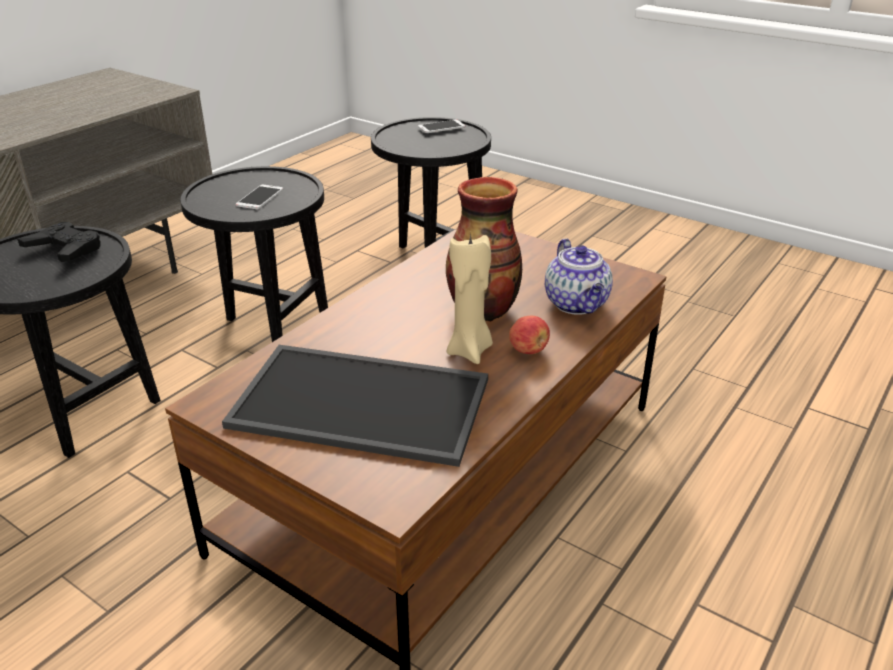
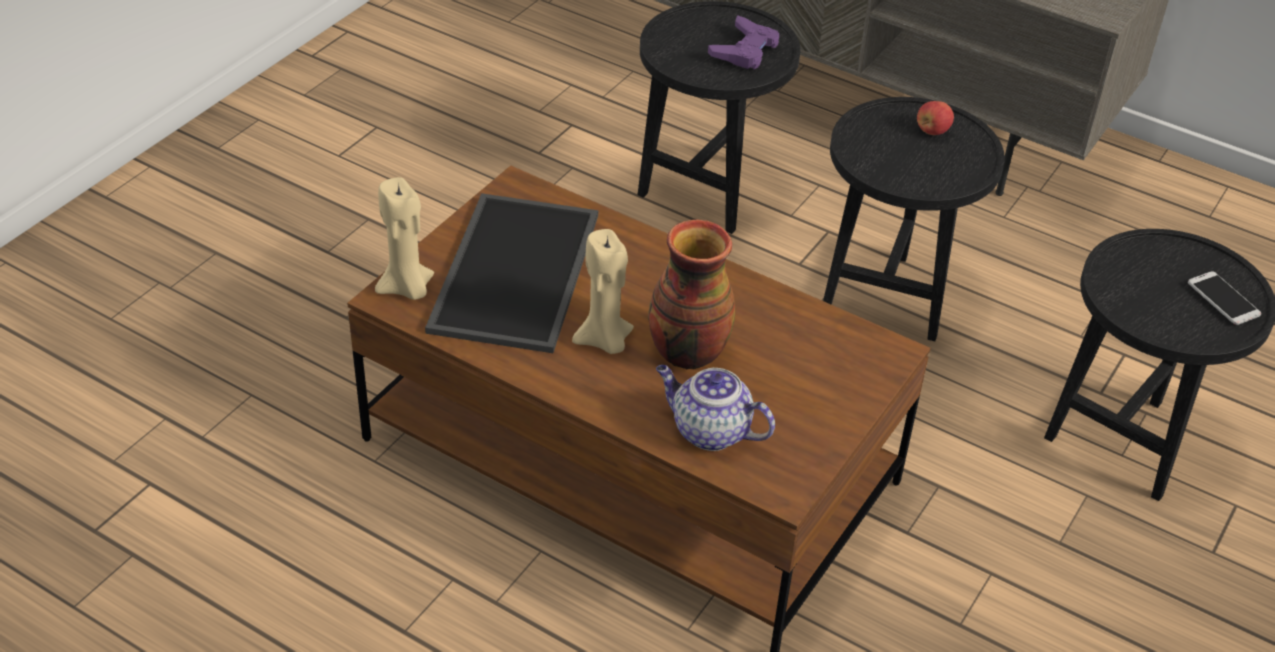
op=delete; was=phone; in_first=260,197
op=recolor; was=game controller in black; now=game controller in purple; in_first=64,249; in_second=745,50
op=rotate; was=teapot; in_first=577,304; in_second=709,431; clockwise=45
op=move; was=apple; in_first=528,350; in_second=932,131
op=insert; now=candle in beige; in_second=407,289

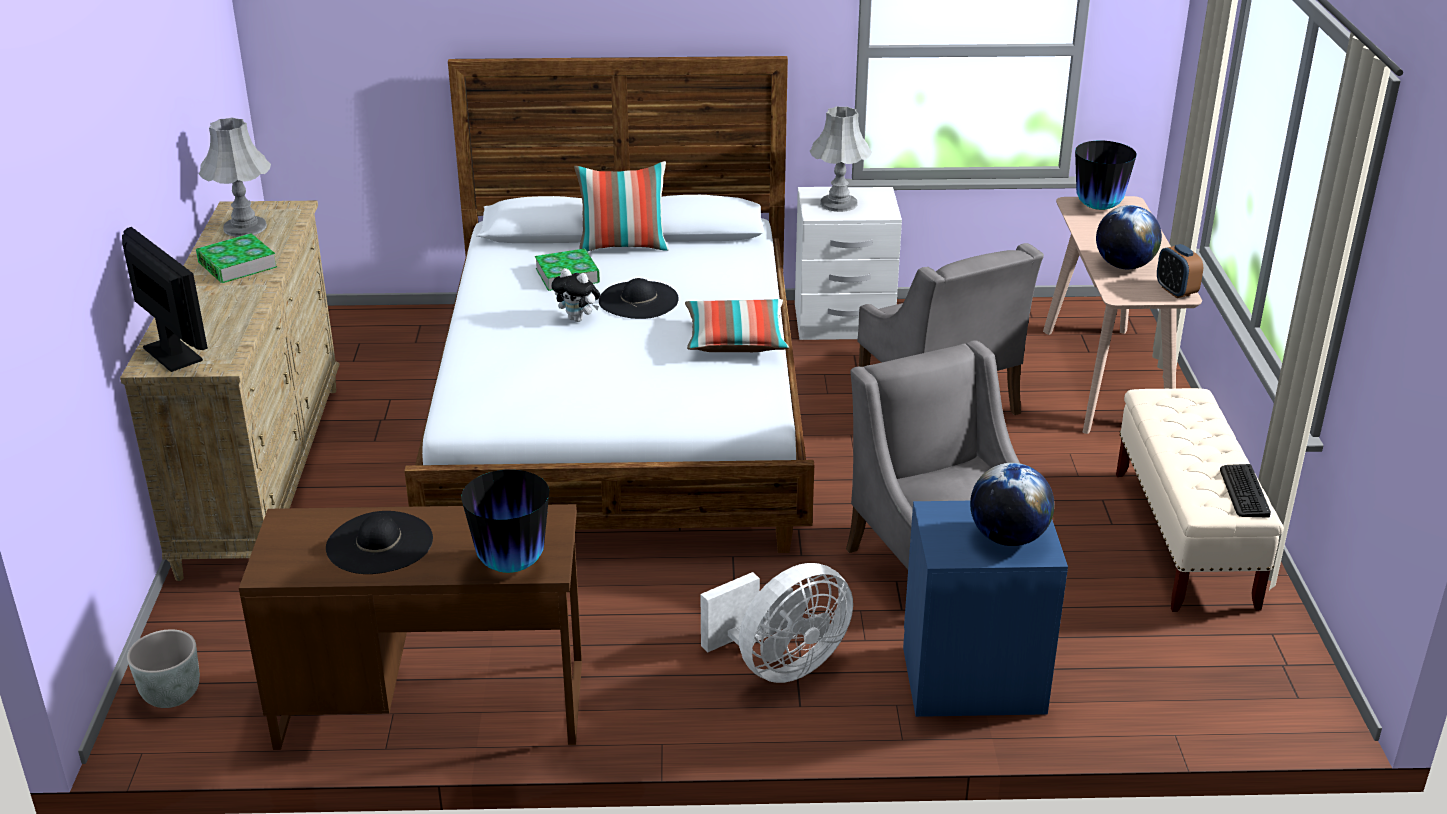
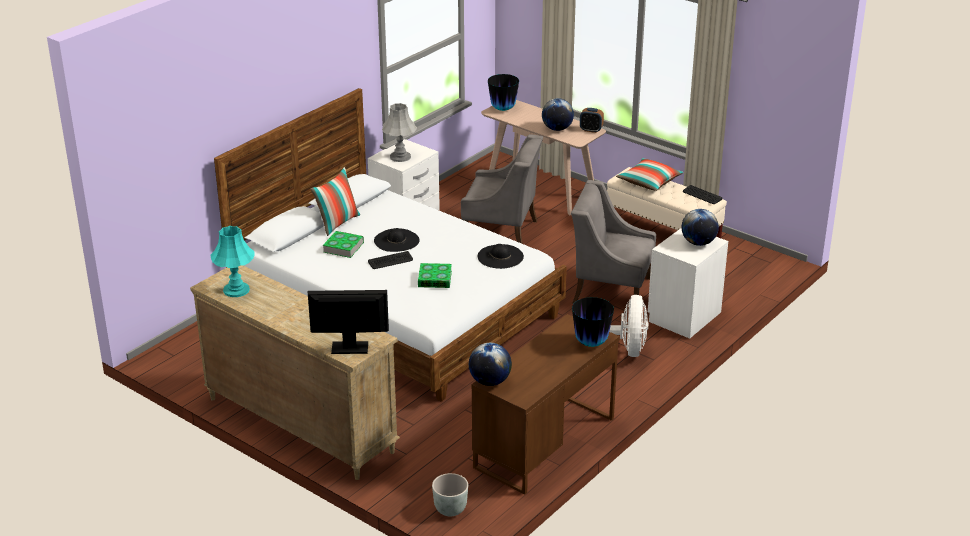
op=recolor; was=table lamp in grey; now=table lamp in turquoise; in_first=244,227; in_second=236,290
op=move; was=book; in_first=237,265; in_second=435,279
op=replace; was=plush toy; now=keyboard; in_first=578,319; in_second=390,261
op=move; was=pillow; in_first=736,340; in_second=649,182
op=recolor; was=nightstand in blue; now=nightstand in white; in_first=972,678; in_second=683,316
op=move; was=hat in black; in_first=379,543; in_second=500,256
op=insert; now=globe; in_second=490,381

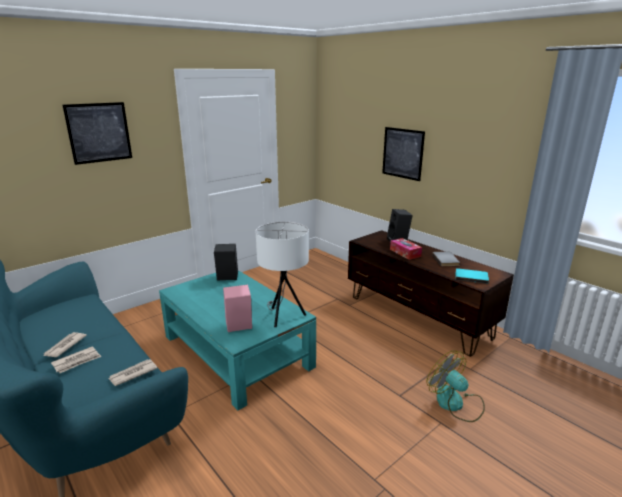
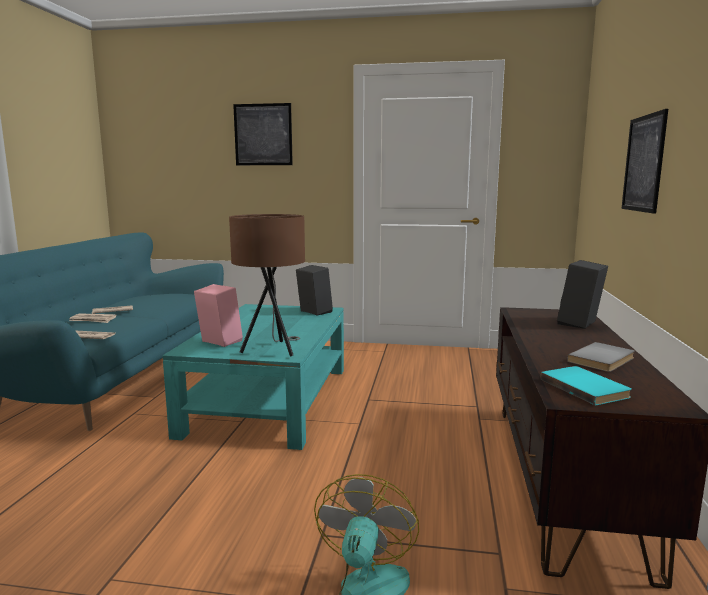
op=recolor; was=table lamp in white; now=table lamp in brown; in_first=283,316; in_second=273,350
op=delete; was=tissue box; in_first=405,253

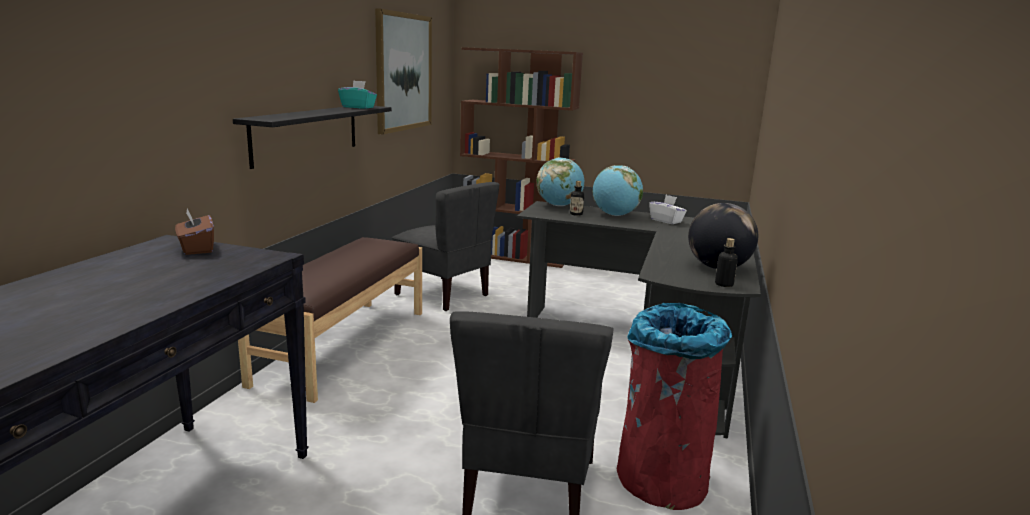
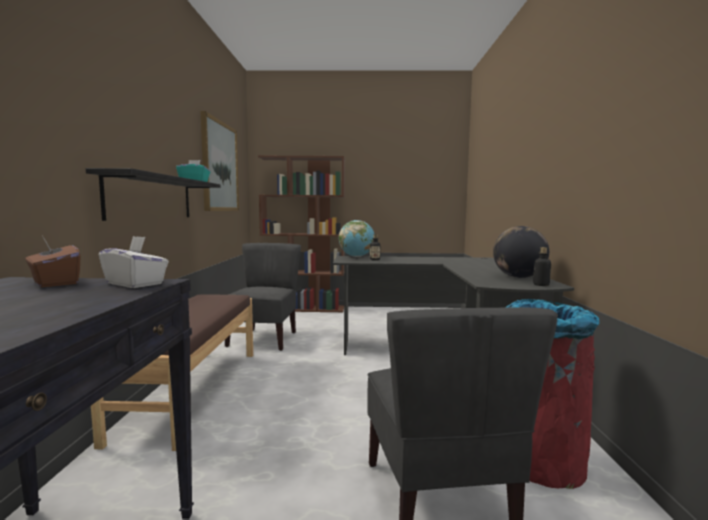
op=delete; was=globe; in_first=615,215
op=rotate; was=chair in grey; in_first=443,295; in_second=264,339; clockwise=-105
op=move; was=tissue box in white; in_first=666,221; in_second=135,283

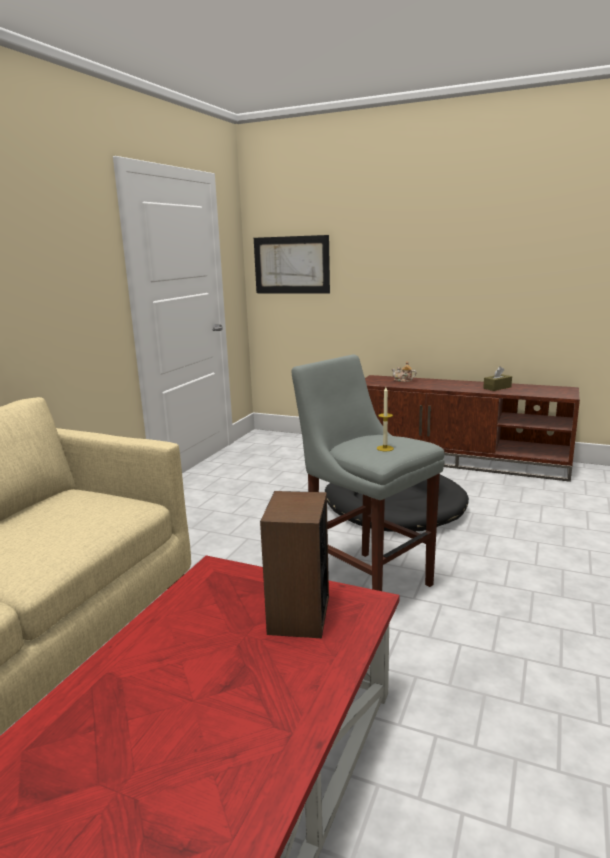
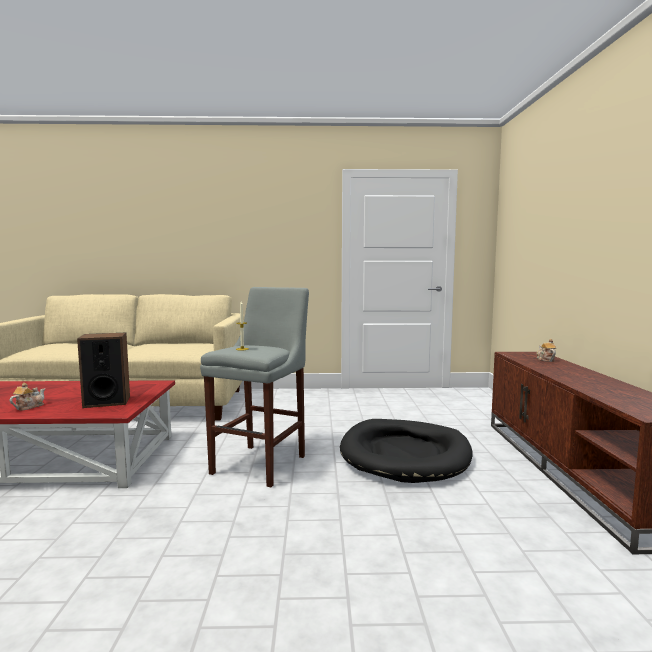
op=delete; was=picture; in_first=291,265
op=delete; was=tissue box in brown; in_first=497,388
op=insert; now=teapot; in_second=28,407

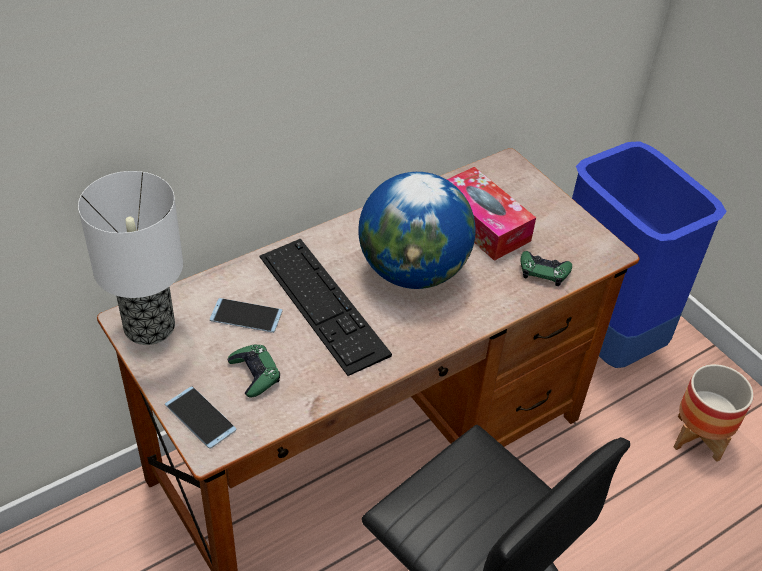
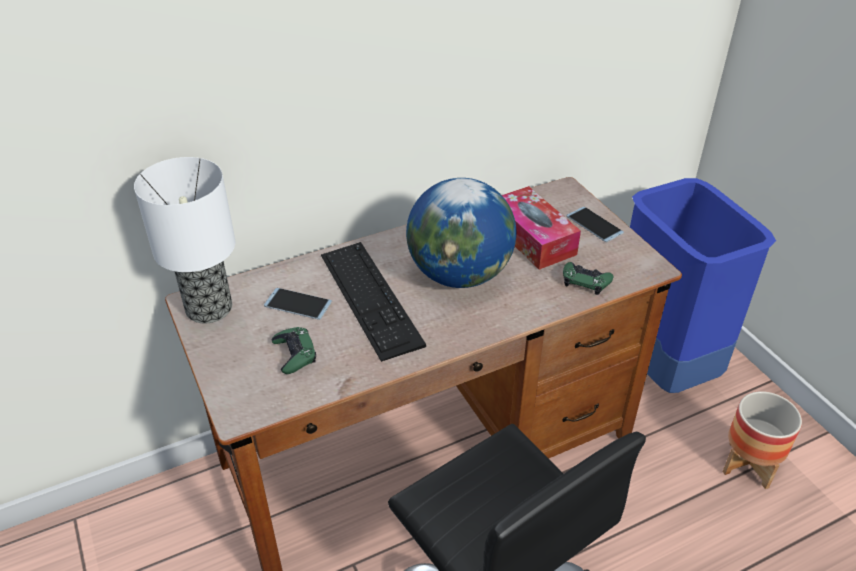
op=move; was=phone; in_first=200,417; in_second=594,225

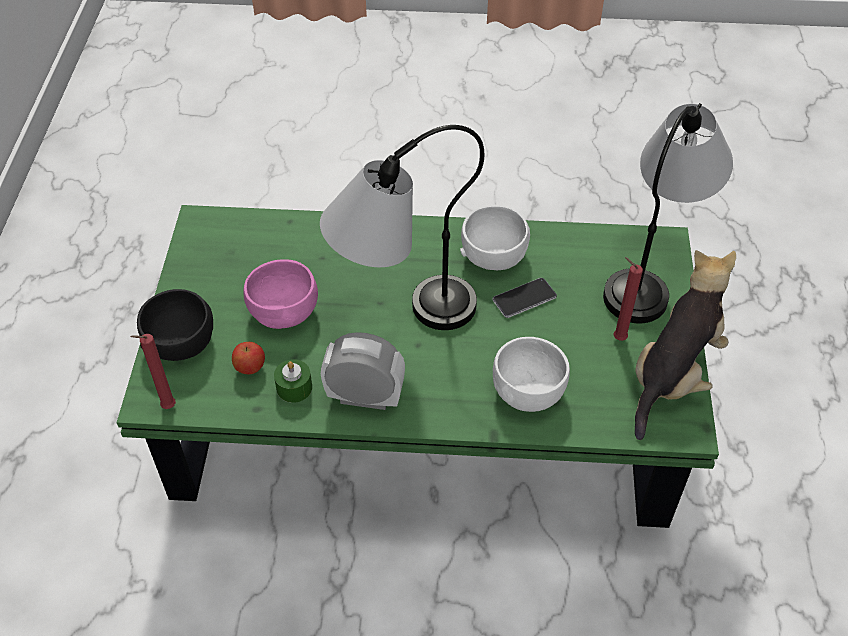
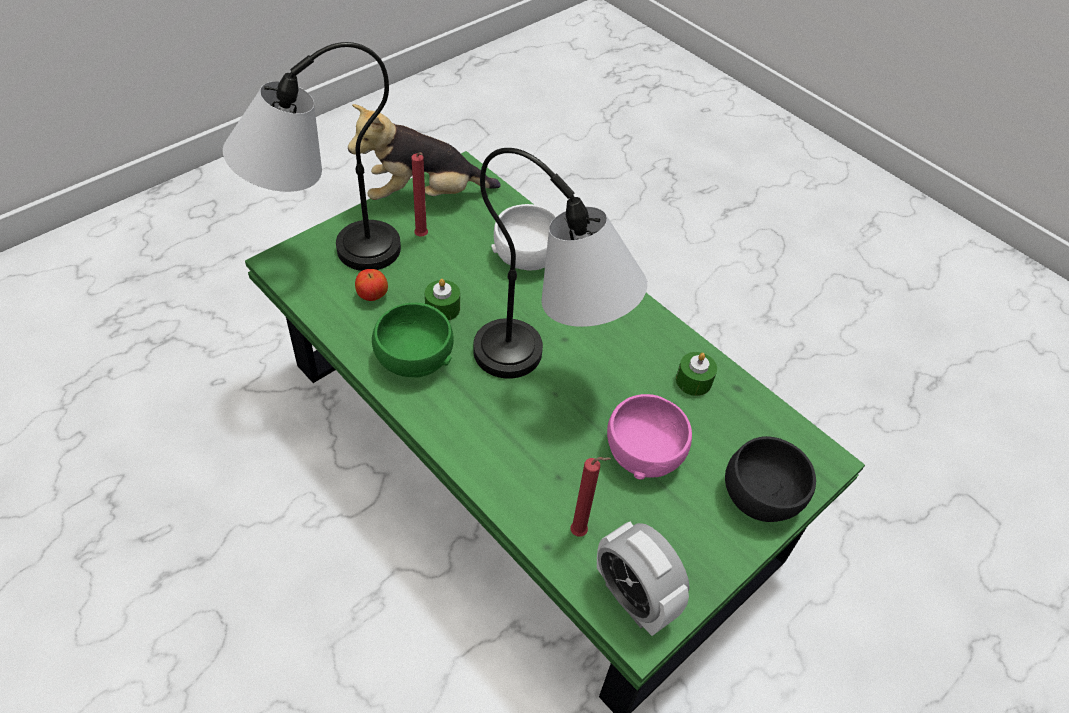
op=recolor; was=bowl in white; now=bowl in green; in_first=493,254; in_second=413,358
op=replace; was=phone; now=candle in green; in_first=524,299; in_second=442,308
op=move; was=alarm clock; in_first=365,397; in_second=633,598
op=move; was=candle in red; in_first=166,407; in_second=581,533
op=move; was=apple; in_first=250,368; in_second=372,296

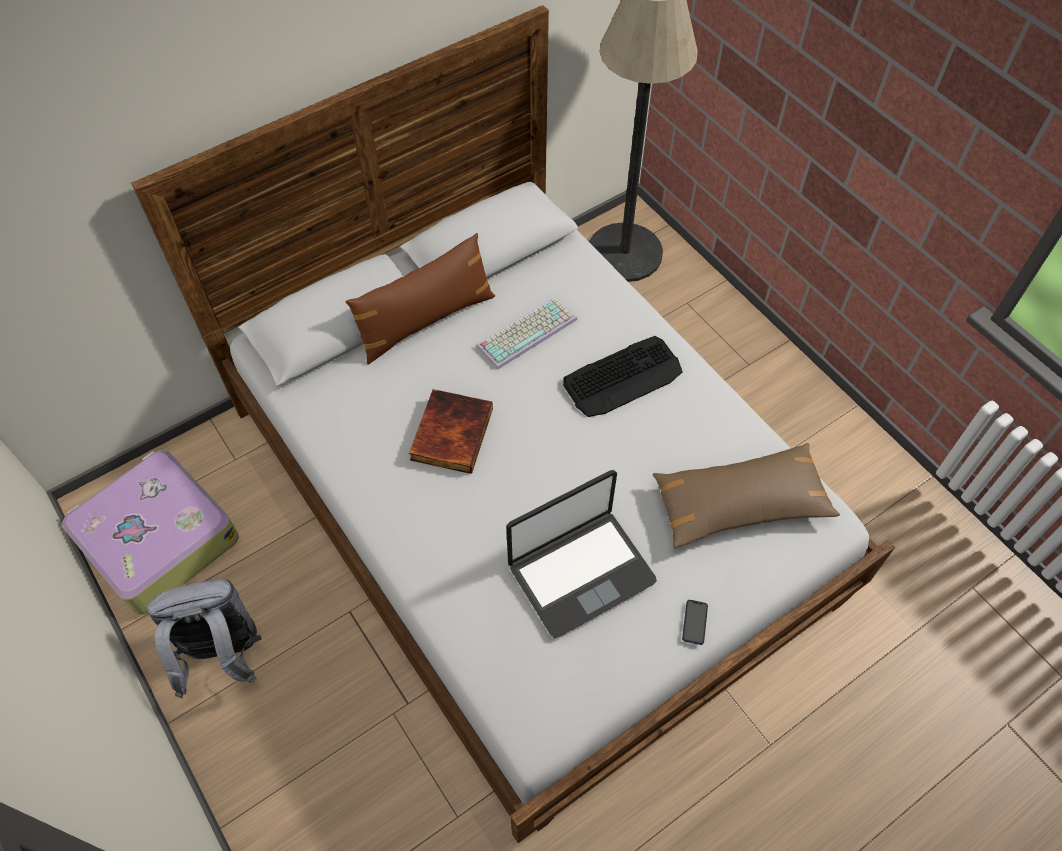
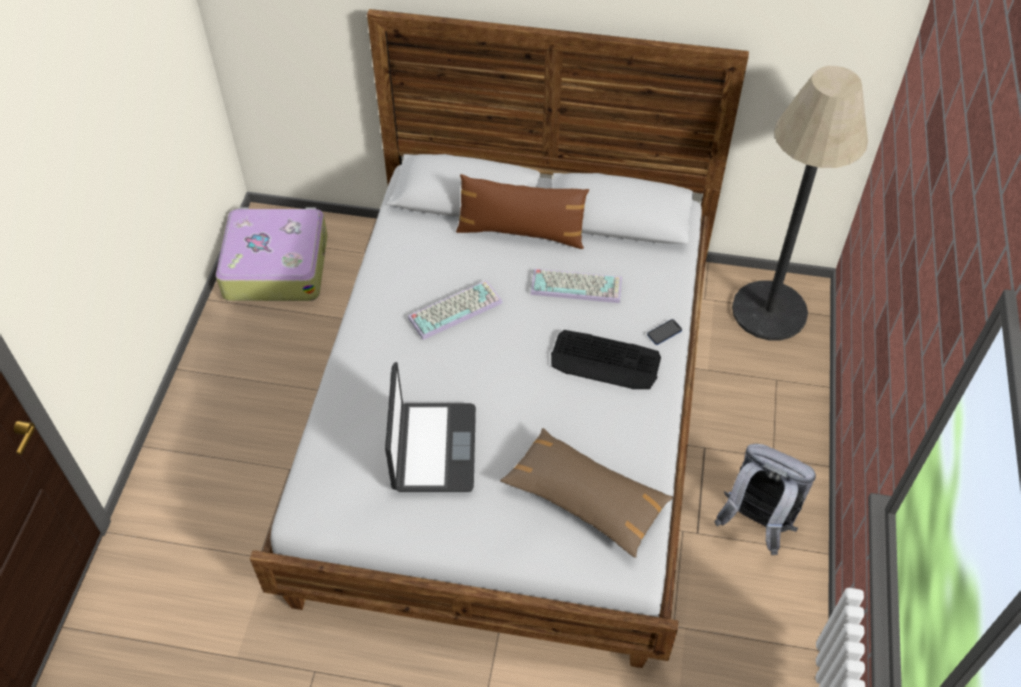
op=replace; was=book; now=keyboard; in_first=450,433; in_second=455,308
op=rotate; was=laptop; in_first=580,572; in_second=433,448; clockwise=-105
op=move; was=backpack in grey; in_first=222,655; in_second=756,522
op=move; was=phone; in_first=694,622; in_second=664,332

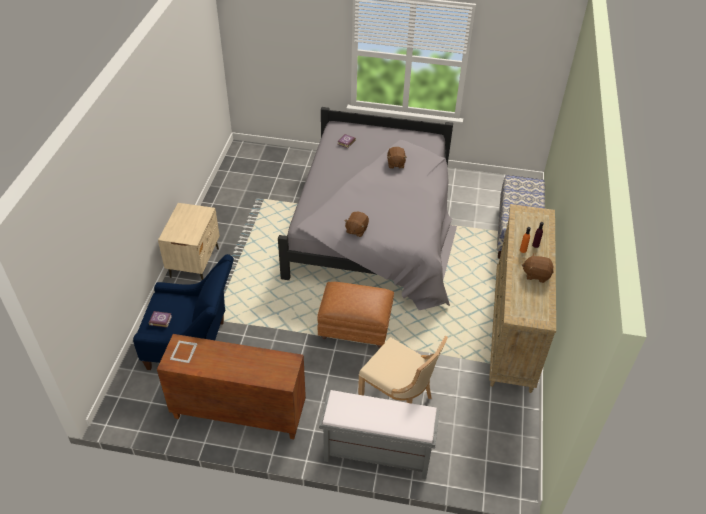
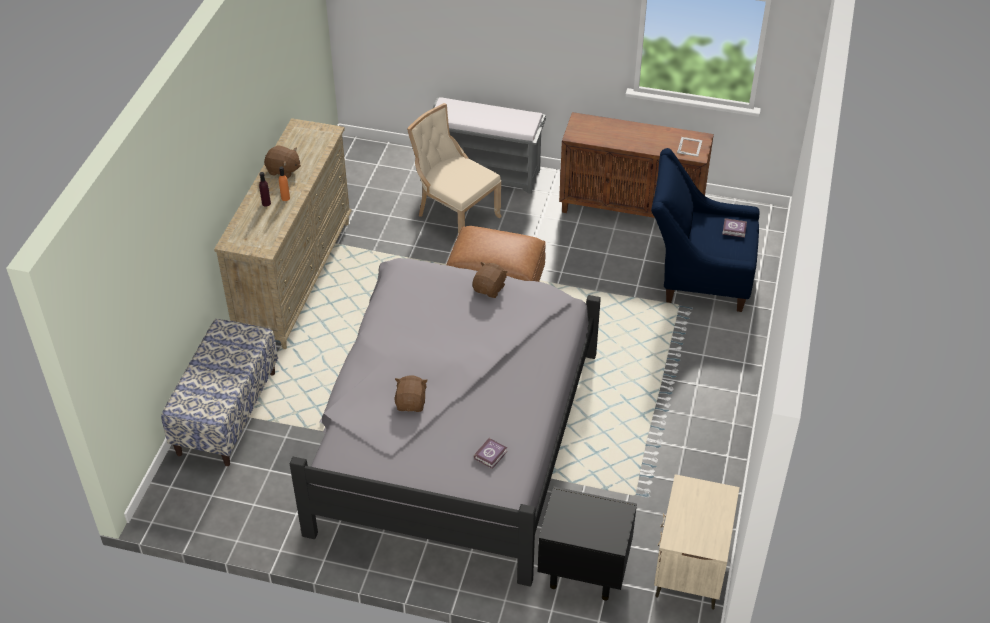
op=move; was=nightstand in beige; in_first=195,262; in_second=690,570
op=insert; now=nightstand in black; in_second=583,571

